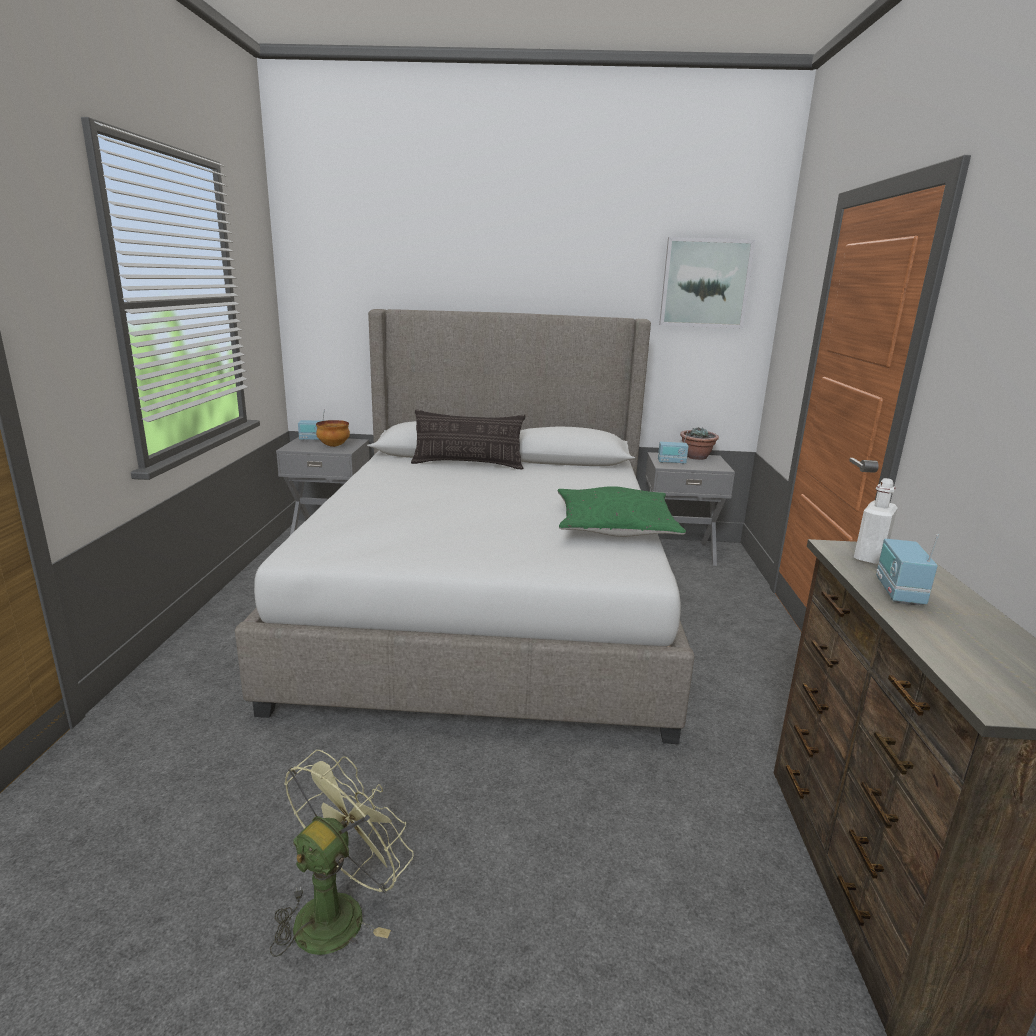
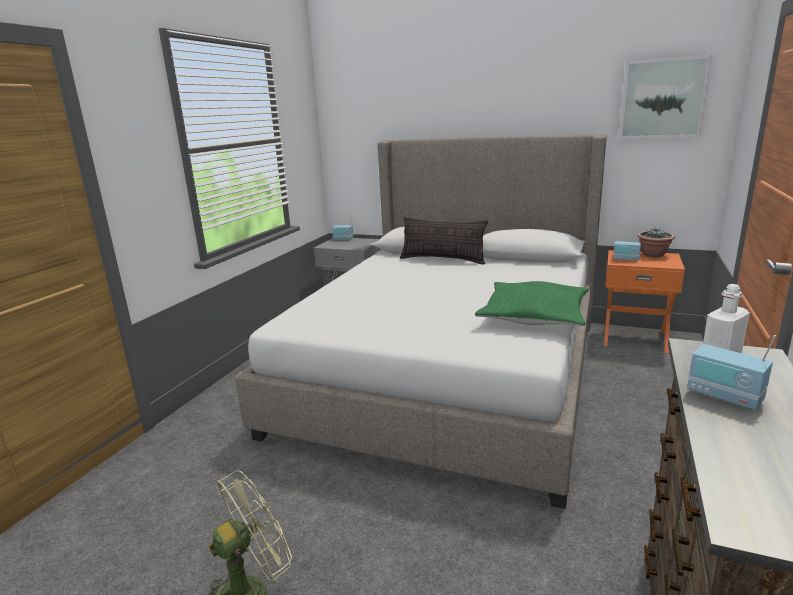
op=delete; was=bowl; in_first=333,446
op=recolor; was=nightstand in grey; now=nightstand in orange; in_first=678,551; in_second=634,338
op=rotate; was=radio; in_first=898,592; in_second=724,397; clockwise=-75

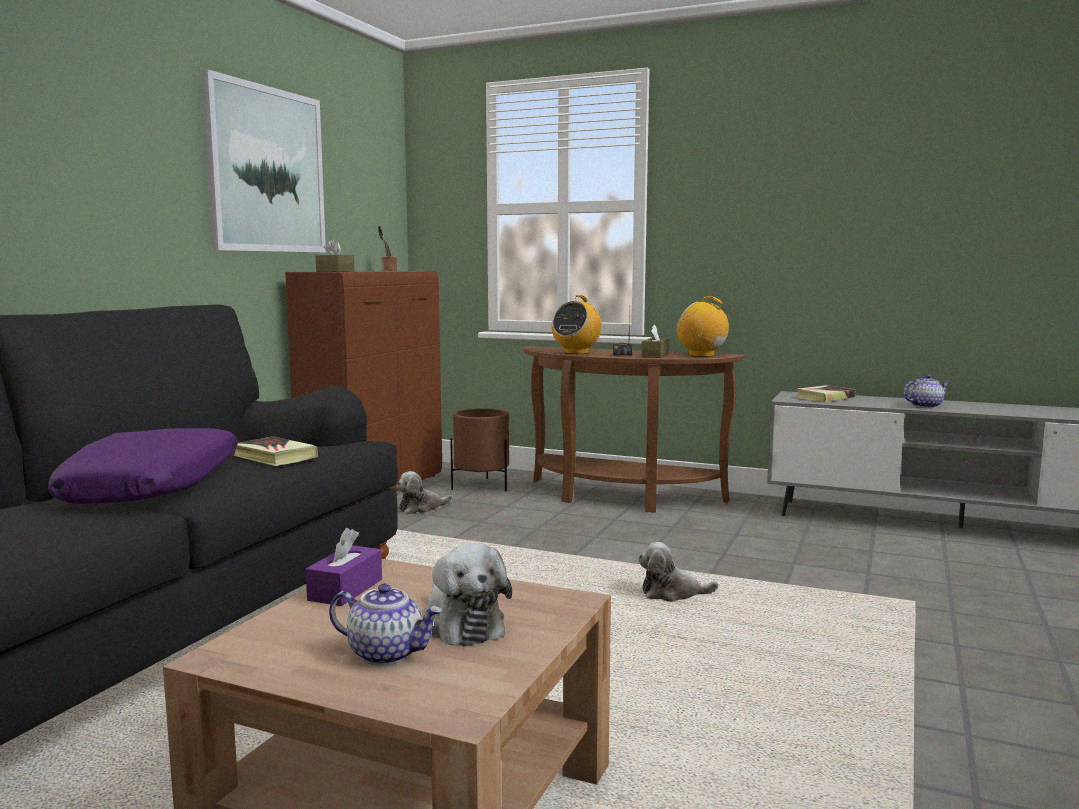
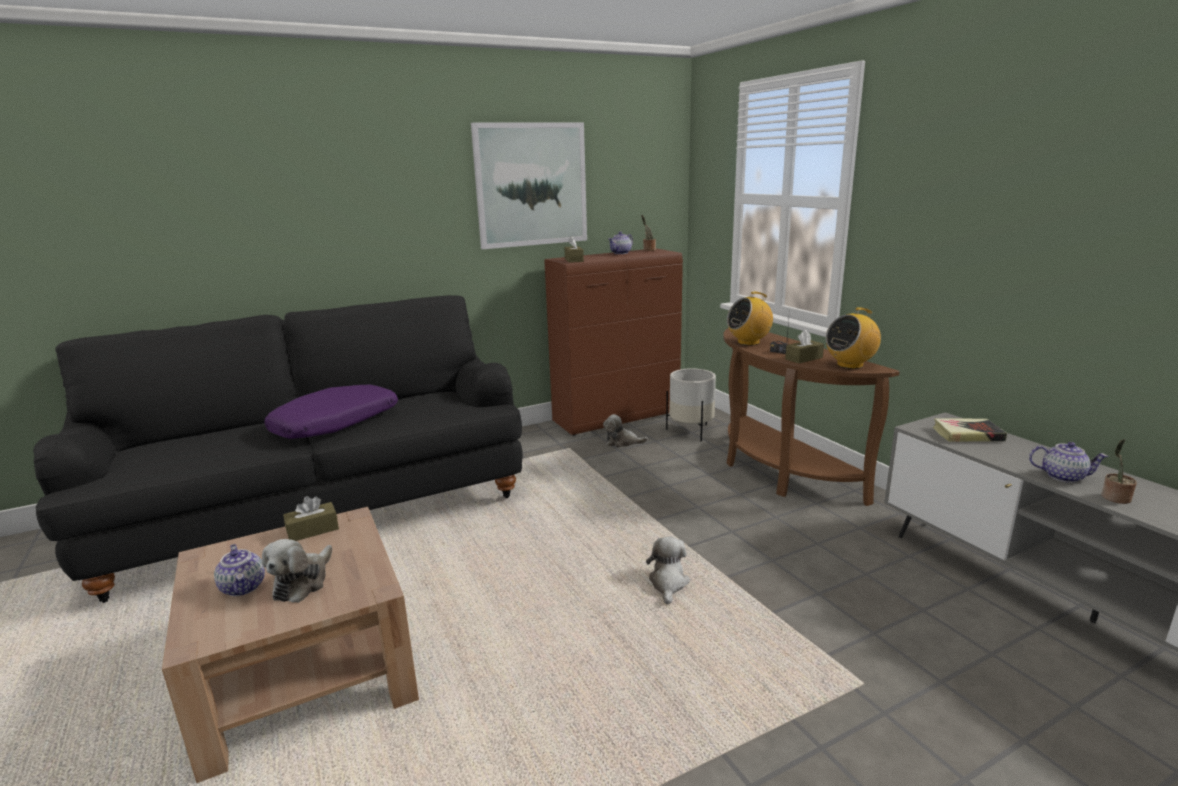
op=rotate; was=radio; in_first=702,355; in_second=850,365; clockwise=-105
op=recolor; was=planter in brown; now=planter in white; in_first=481,486; in_second=691,431
op=delete; was=book; in_first=274,457
op=recolor; was=tissue box in purple; now=tissue box in brown; in_first=345,589; in_second=312,530
op=rotate; was=plush toy; in_first=672,593; in_second=668,583; clockwise=60
op=insert; now=teapot; in_second=621,253
op=insert; now=potted plant; in_second=1114,498

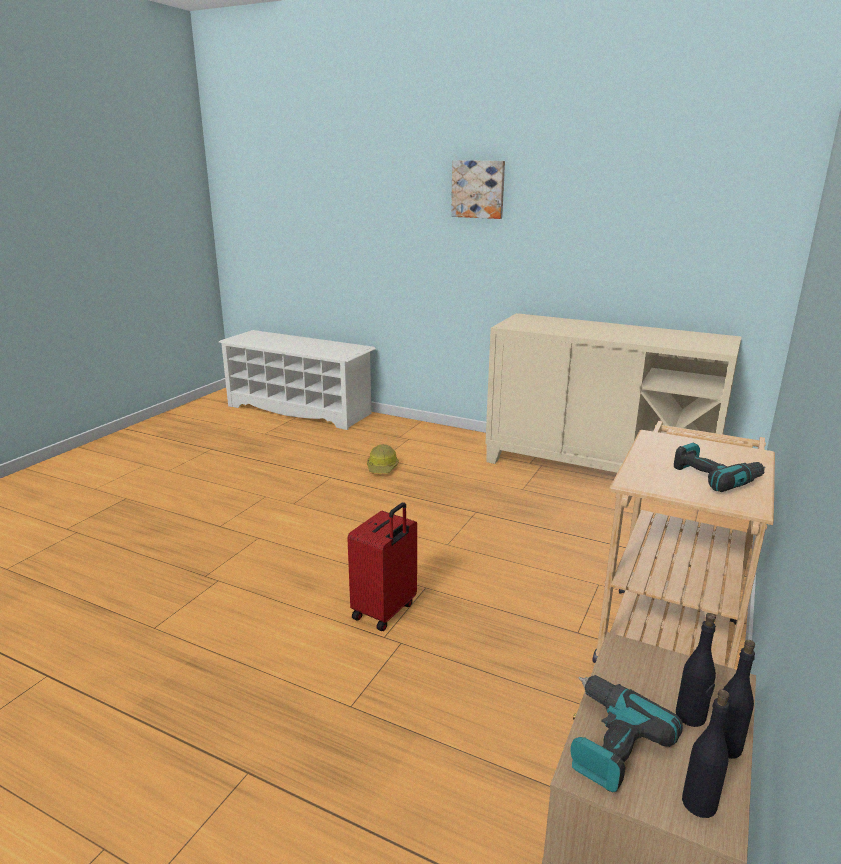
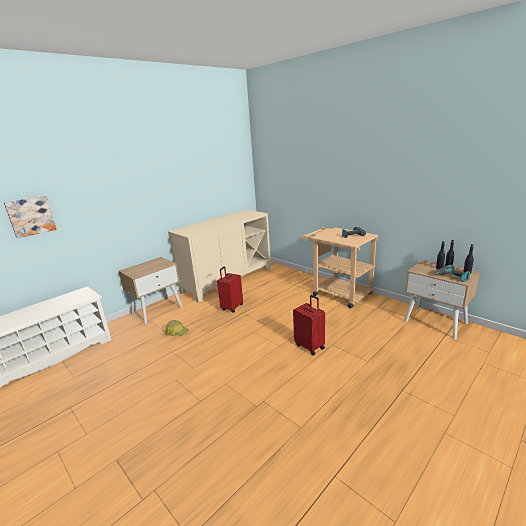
op=move; was=picture; in_first=478,189; in_second=30,216
op=insert; now=nightstand in beige; in_second=157,310
op=insert; now=suitcase in red; in_second=231,307

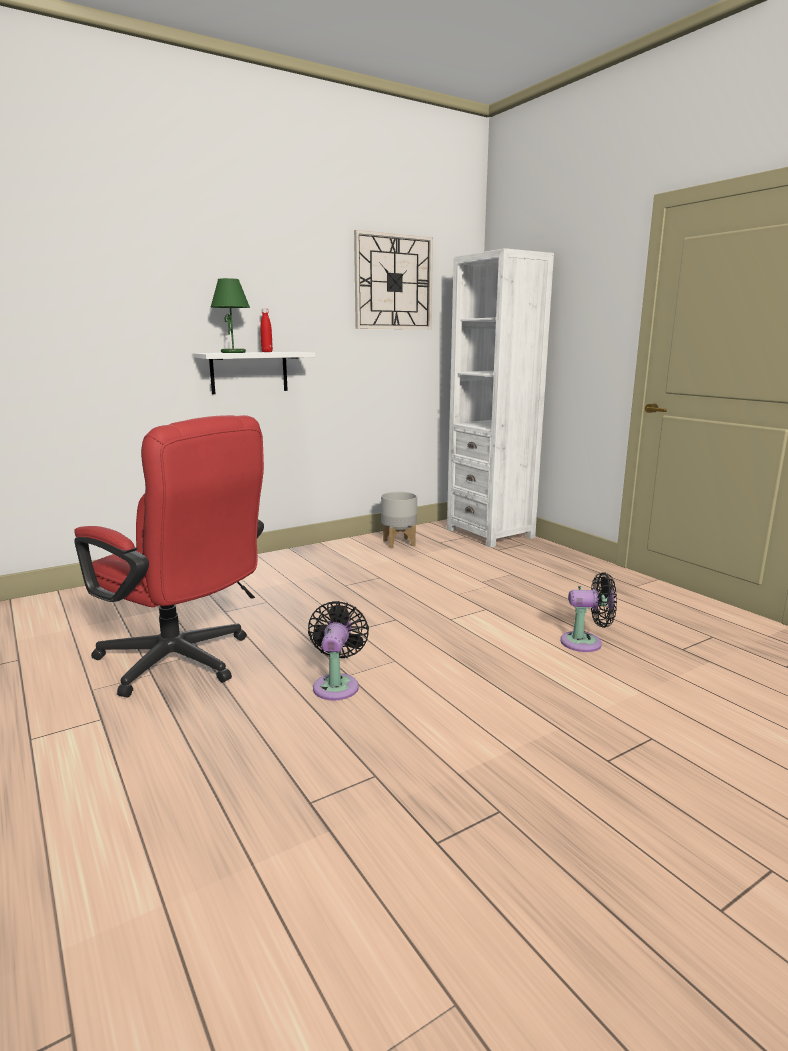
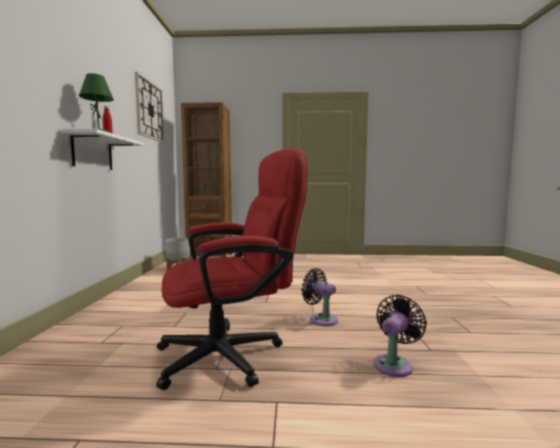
op=recolor; was=bookcase in white; now=bookcase in brown; in_first=490,533; in_second=210,257
op=move; was=fan in black; in_first=586,643; in_second=394,364

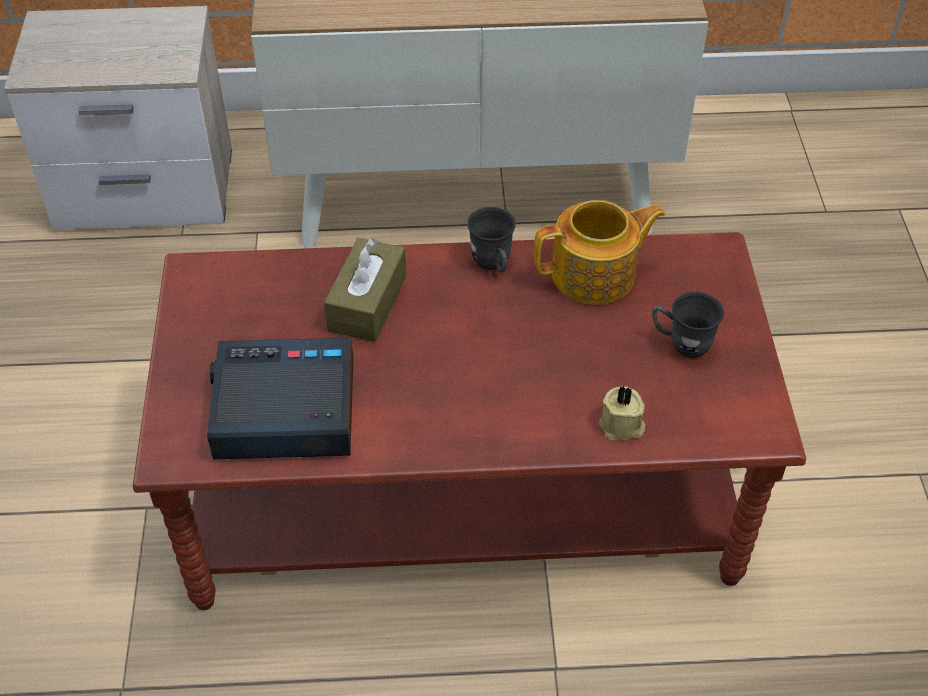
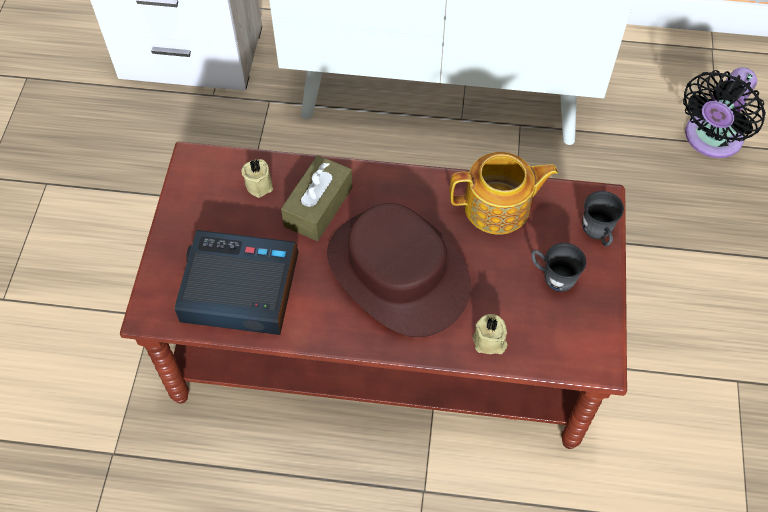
op=move; was=mug in grey; in_first=493,265; in_second=598,235
op=insert; now=fan in black; in_second=710,139
op=insert; now=candle in beige; in_second=260,184
op=insert; now=hat in brown; in_second=397,272

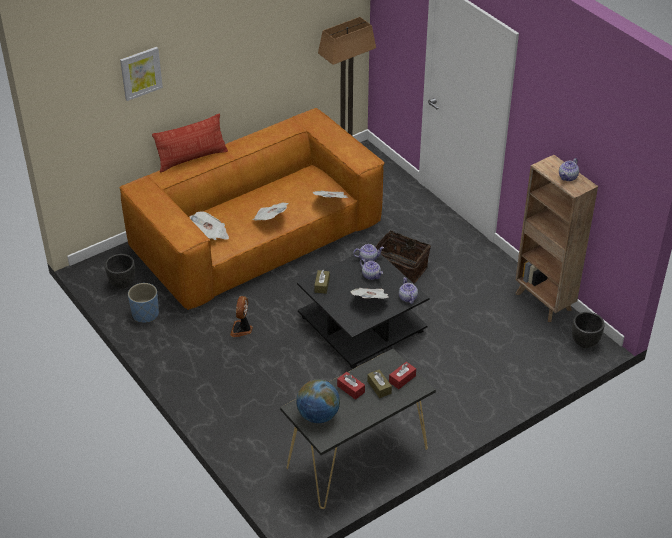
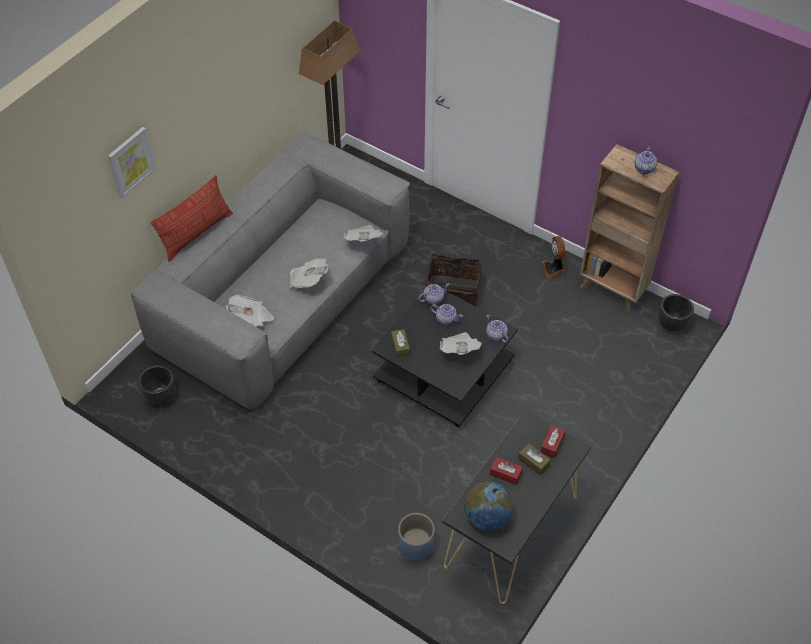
op=recolor; was=sofa in brown; now=sofa in grey; in_first=257,236; in_second=283,295
op=move; was=planter in blue; in_first=145,314; in_second=415,546
op=move; was=fan; in_first=242,329; in_second=553,269

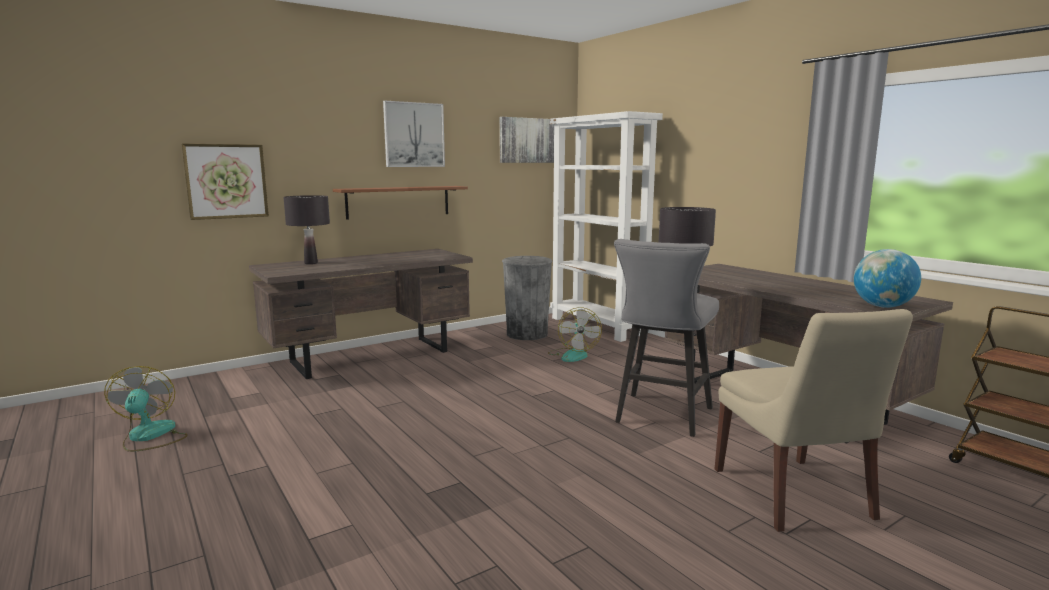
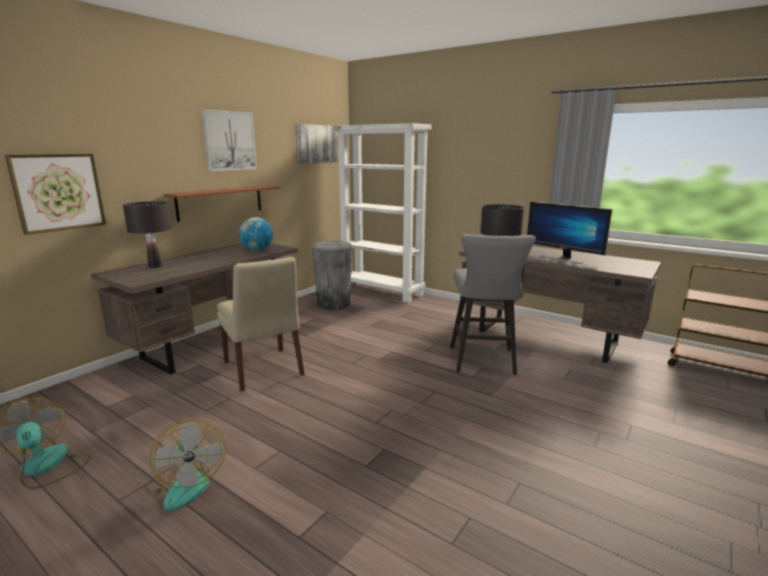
op=move; was=globe; in_first=882,306; in_second=257,250
op=move; was=fan; in_first=573,355; in_second=186,484
op=move; was=chair in beige; in_first=794,496; in_second=264,370
op=insert; now=monitor; in_second=562,259

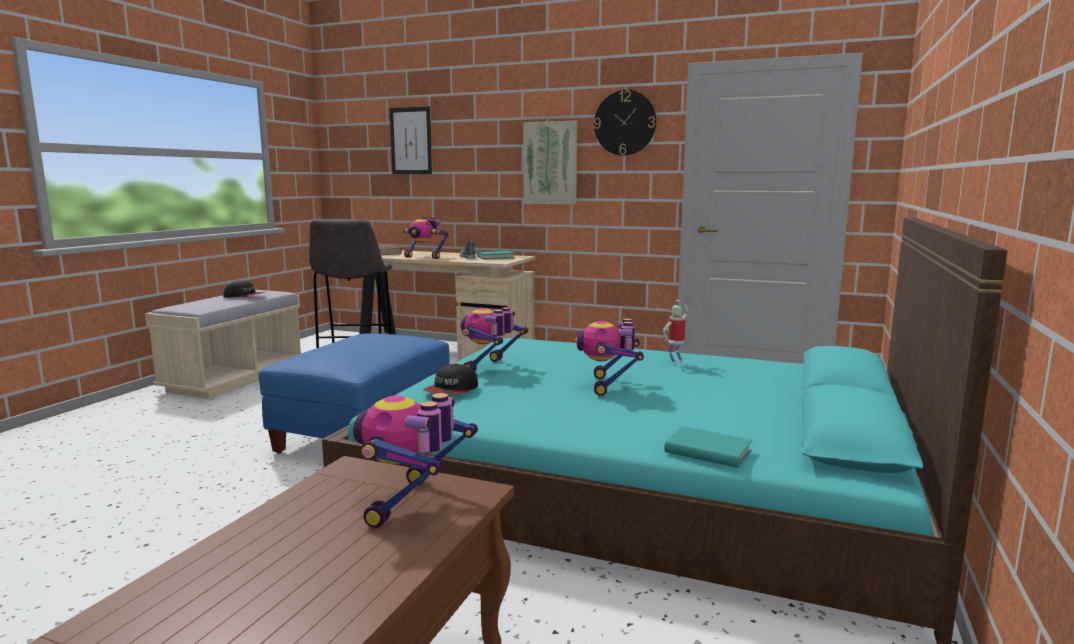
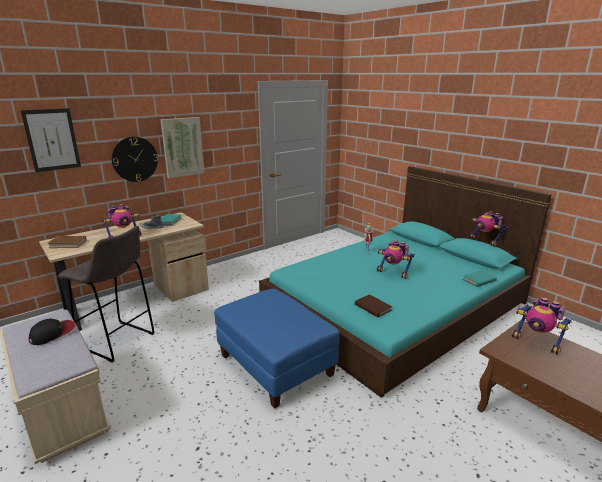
op=move; was=wall clock; in_first=625,123; in_second=135,159
op=move; was=toy robot; in_first=490,367; in_second=484,241
op=replace; was=cap; now=book in brown; in_first=452,390; in_second=372,307

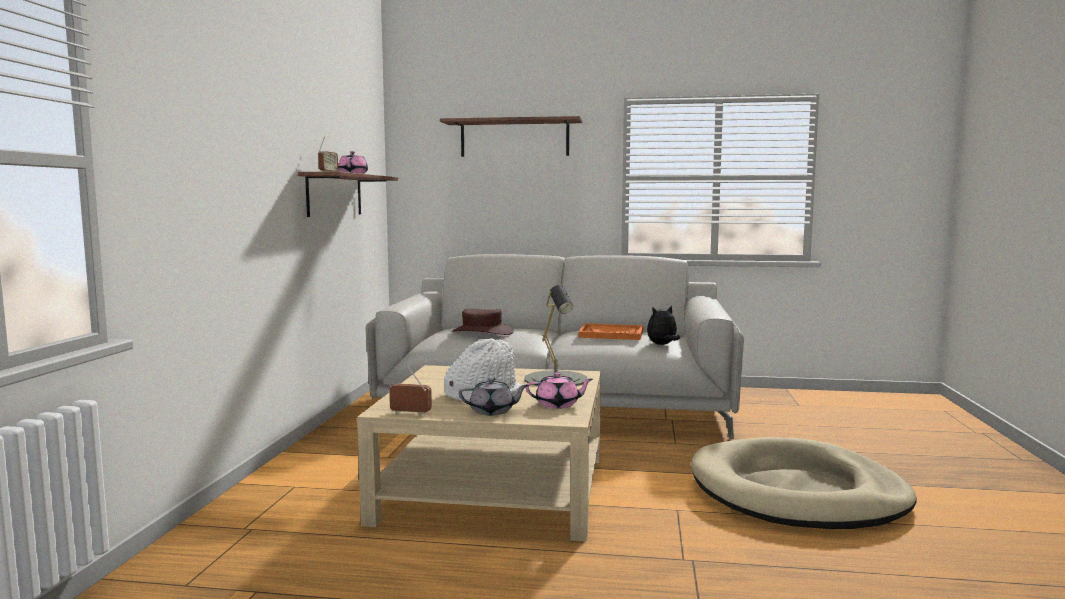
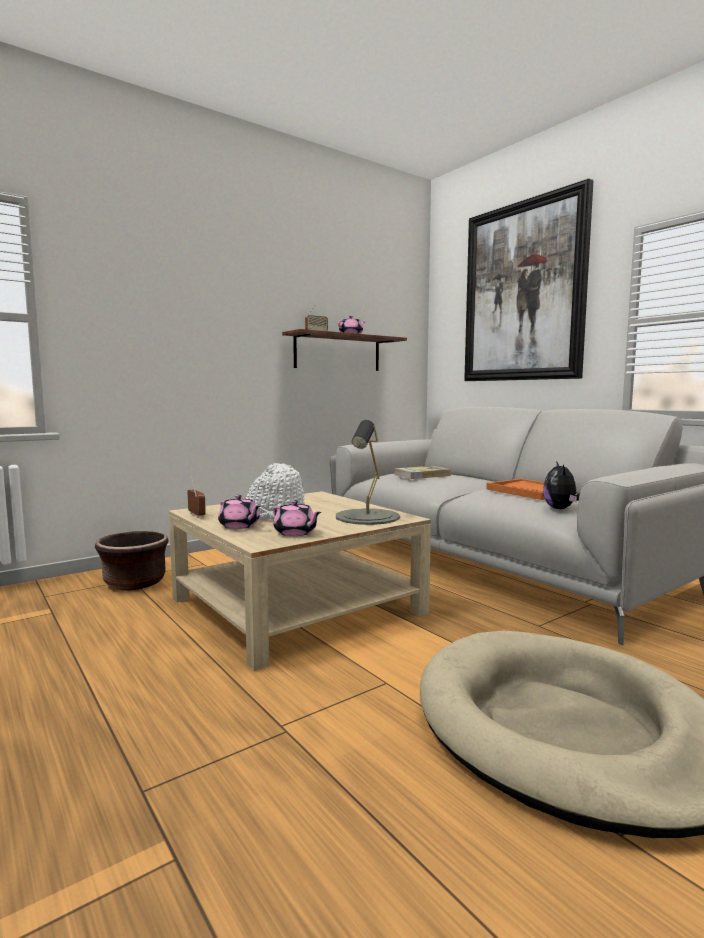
op=replace; was=shelf; now=picture; in_first=514,138; in_second=523,292
op=rotate; was=plush toy; in_first=662,345; in_second=561,509; clockwise=-105
op=replace; was=hat in brown; now=book; in_first=482,332; in_second=422,475
op=recolor; was=teapot in grey; now=teapot in pink; in_first=493,411; in_second=239,526
op=insert; now=planter in brown; in_second=134,583

